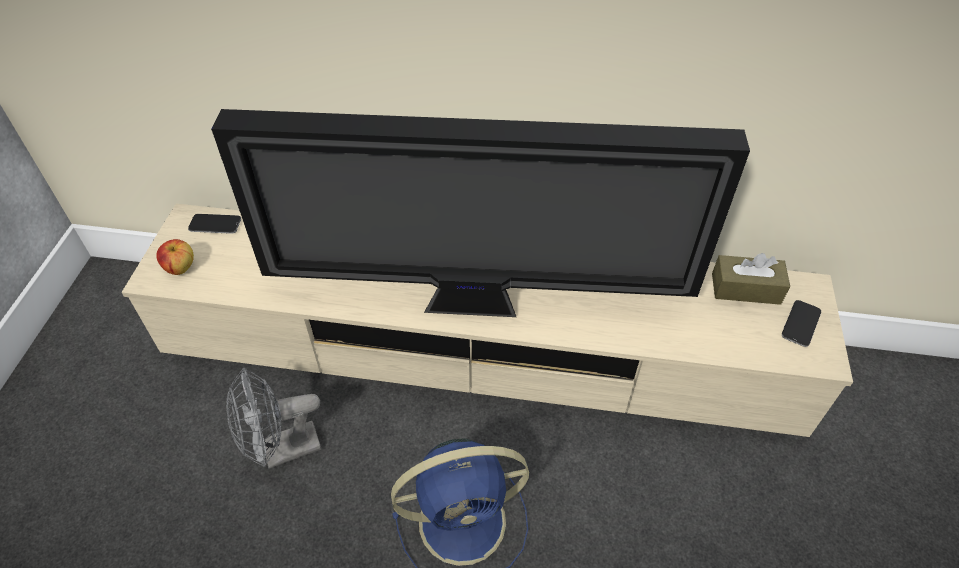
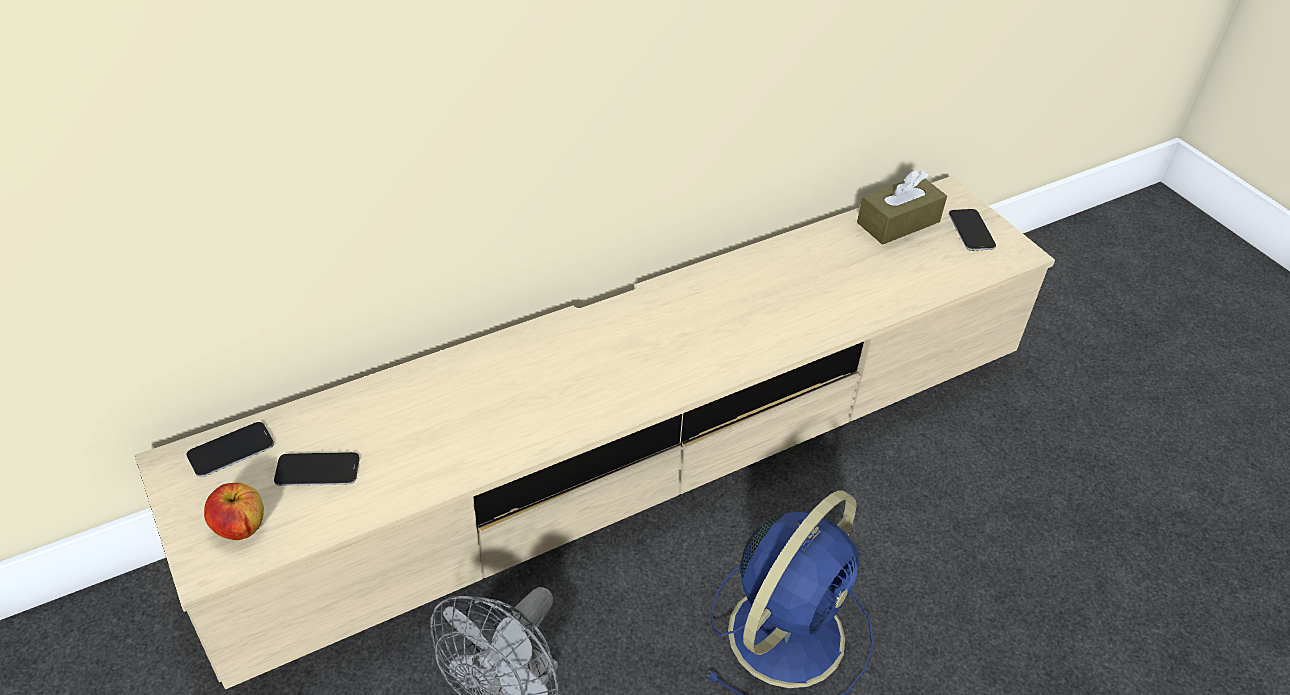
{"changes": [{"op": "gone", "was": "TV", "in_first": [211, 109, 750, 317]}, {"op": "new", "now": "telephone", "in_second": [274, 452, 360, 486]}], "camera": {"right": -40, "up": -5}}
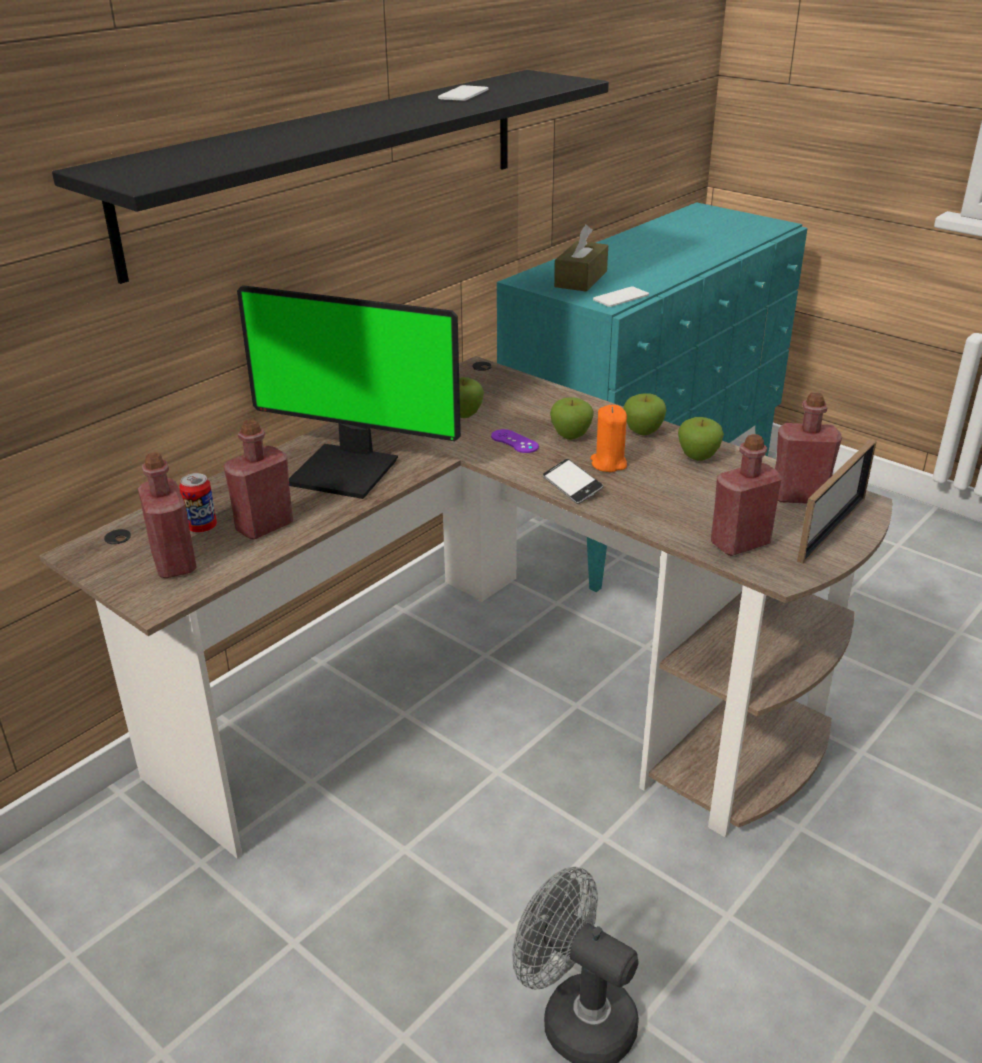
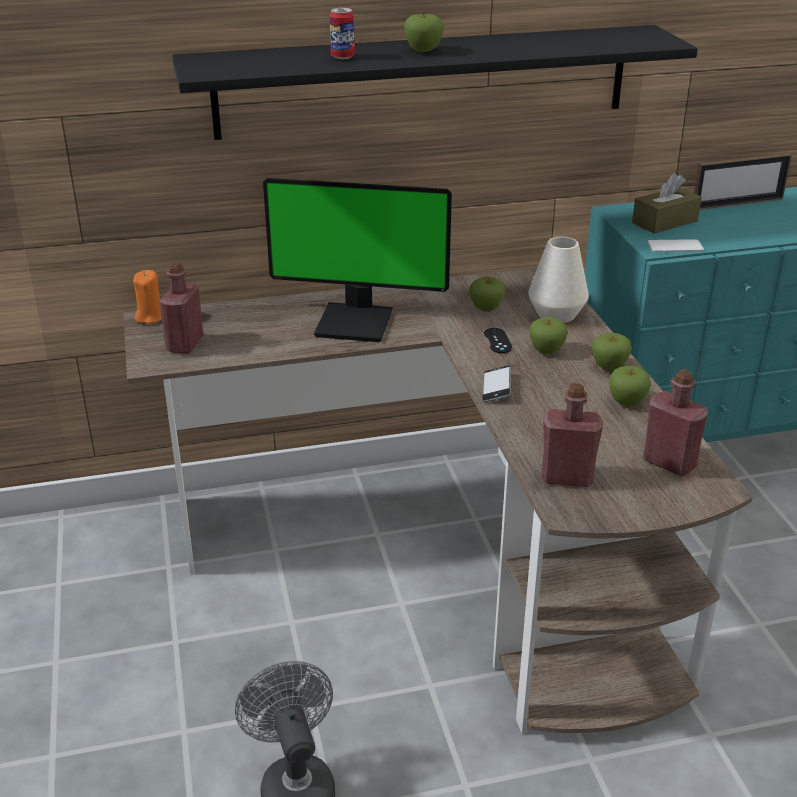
{"changes": [{"op": "gone", "was": "telephone", "in_first": [438, 85, 488, 101]}, {"op": "rotated", "was": "computer display", "in_first": [237, 285, 461, 499], "in_second": [263, 178, 452, 342], "clockwise": -45}, {"op": "shifted", "was": "orange-coloured candle", "in_first": [590, 405, 627, 472], "in_second": [133, 270, 162, 324]}, {"op": "gone", "was": "red-coloured drink bottle", "in_first": [224, 419, 293, 540]}, {"op": "repainted", "was": "purplish gamepad", "now": "black-coloured gamepad", "in_first": [491, 429, 539, 453], "in_second": [484, 328, 512, 353]}, {"op": "shifted", "was": "picture frame", "in_first": [797, 439, 877, 564], "in_second": [694, 153, 792, 210]}, {"op": "shifted", "was": "metal can", "in_first": [179, 473, 217, 533], "in_second": [329, 8, 355, 59]}, {"op": "new", "now": "whole apple", "in_second": [404, 13, 444, 52]}, {"op": "new", "now": "whitish vase", "in_second": [528, 236, 589, 323]}], "camera": {"right": 35, "up": 0}}
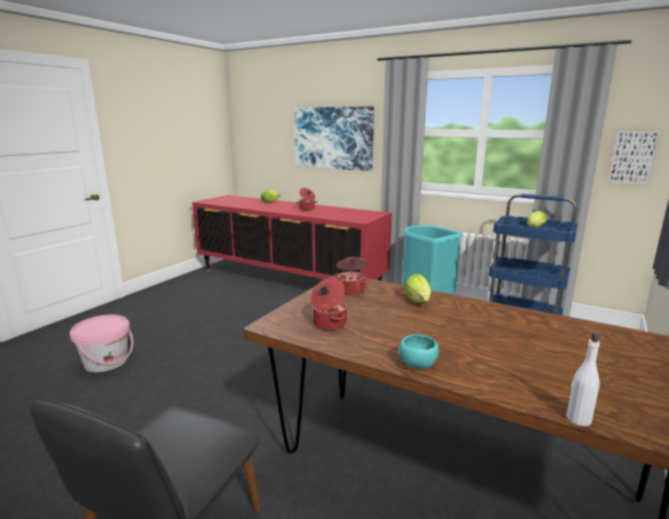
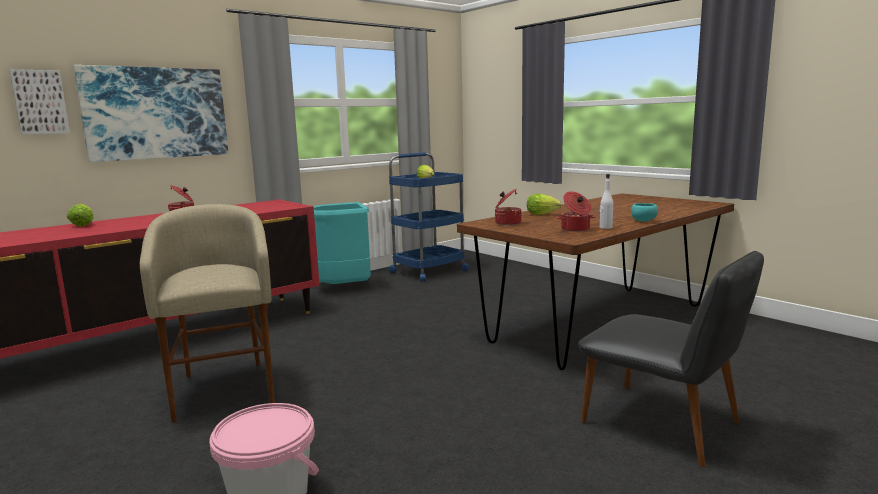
{"changes": [{"op": "shifted", "was": "wall picture", "in_first": [609, 131, 660, 184], "in_second": [9, 69, 70, 135]}, {"op": "shifted", "was": "whitish drink bottle", "in_first": [567, 332, 600, 426], "in_second": [600, 174, 613, 229]}, {"op": "new", "now": "beige-coloured stool seat", "in_second": [140, 204, 275, 423]}], "camera": {"right": -70, "up": -5}}
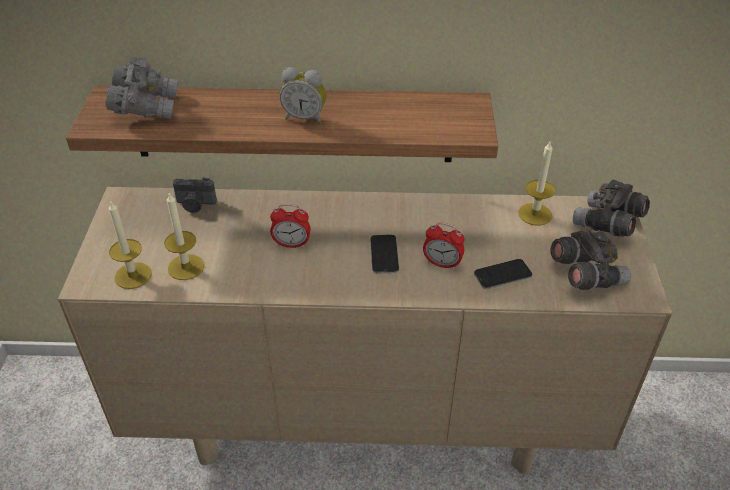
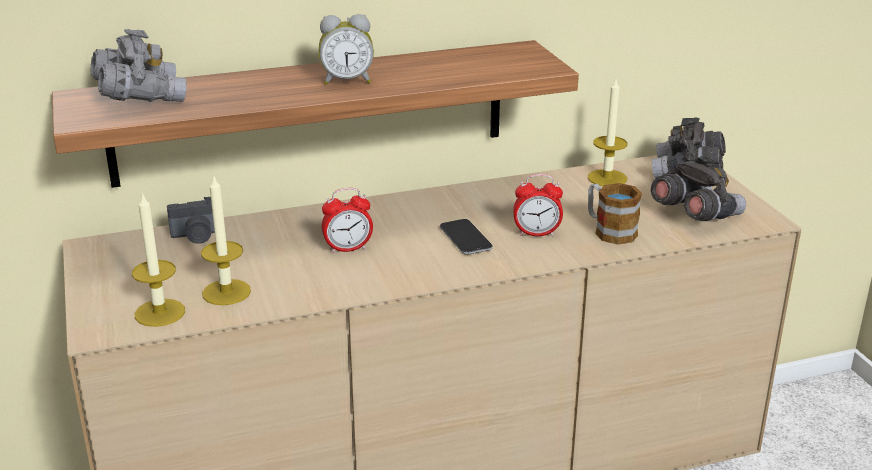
{"changes": [{"op": "swapped", "was": "telephone", "now": "coffee mug", "in_first": [474, 259, 532, 289], "in_second": [588, 183, 642, 245]}], "camera": {"right": -20, "up": -15}}
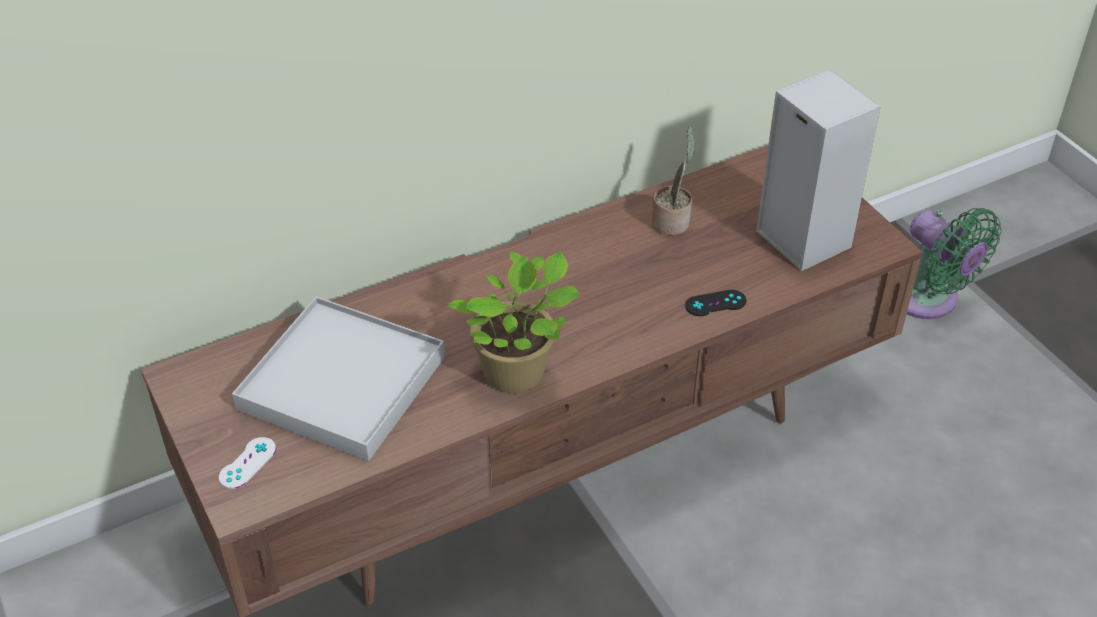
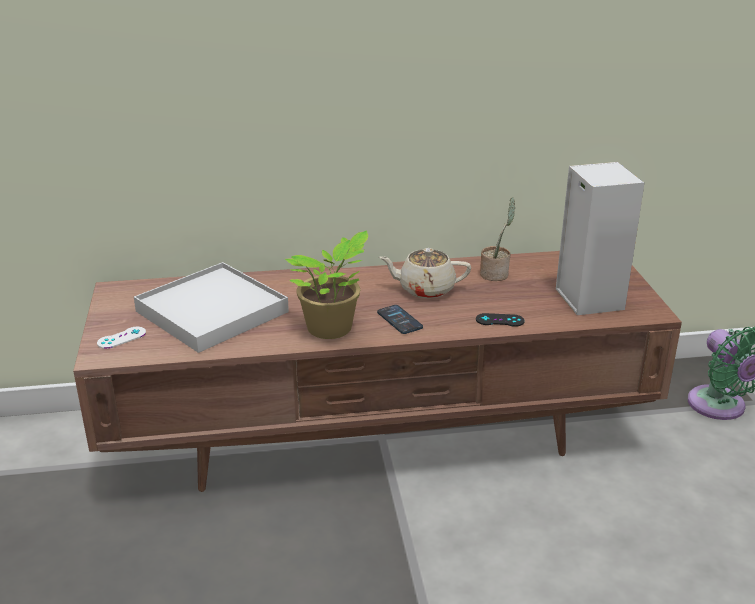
{"changes": [{"op": "new", "now": "beige-coloured teapot", "in_second": [379, 248, 471, 299]}, {"op": "new", "now": "telephone", "in_second": [377, 305, 423, 334]}], "camera": {"right": 20, "up": -15}}
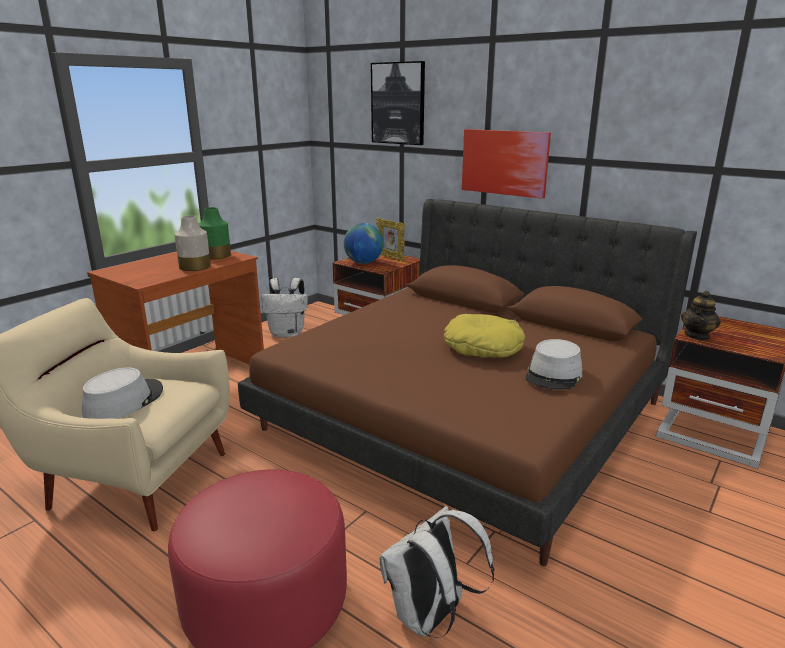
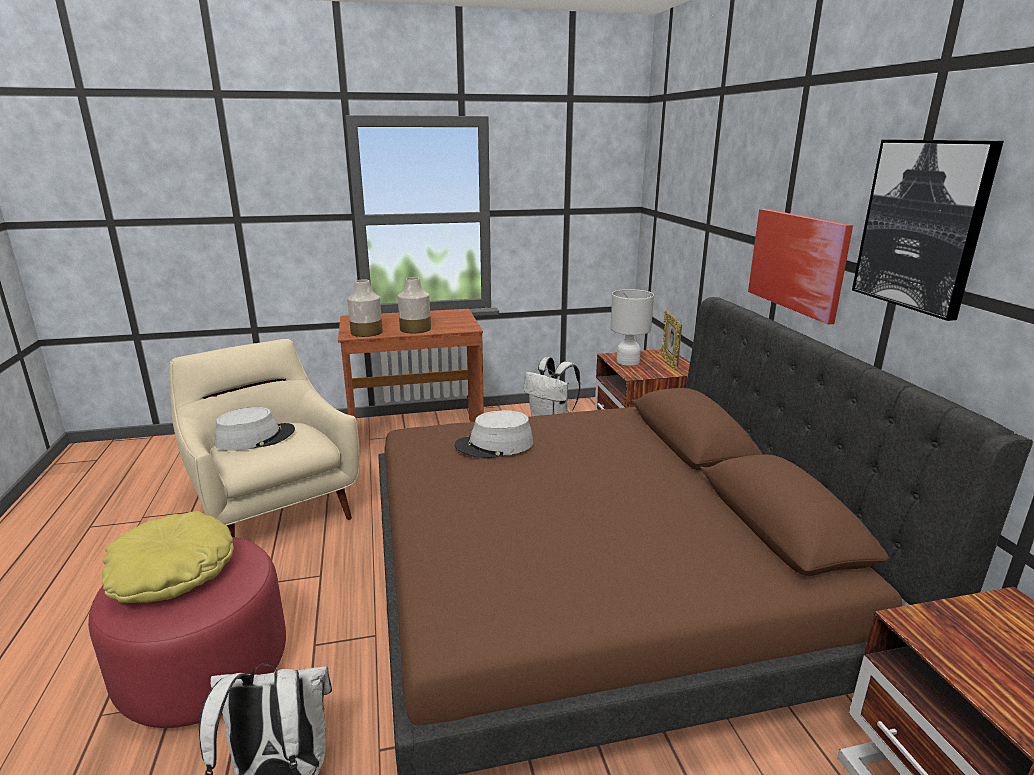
{"changes": [{"op": "shifted", "was": "wall picture", "in_first": [371, 61, 425, 145], "in_second": [852, 140, 1004, 321]}, {"op": "gone", "was": "greenish vase", "in_first": [199, 207, 231, 259]}, {"op": "swapped", "was": "world globe", "now": "gray lamp for a table", "in_first": [344, 223, 384, 264], "in_second": [610, 289, 654, 366]}, {"op": "gone", "was": "teapot", "in_first": [681, 291, 721, 341]}, {"op": "shifted", "was": "yellowish throw pillow", "in_first": [444, 314, 525, 358], "in_second": [102, 511, 234, 603]}, {"op": "shifted", "was": "gray hat", "in_first": [525, 339, 582, 389], "in_second": [454, 410, 533, 459]}, {"op": "new", "now": "beige-coloured vase", "in_second": [347, 280, 383, 337]}], "camera": {"right": 40, "up": 0}}
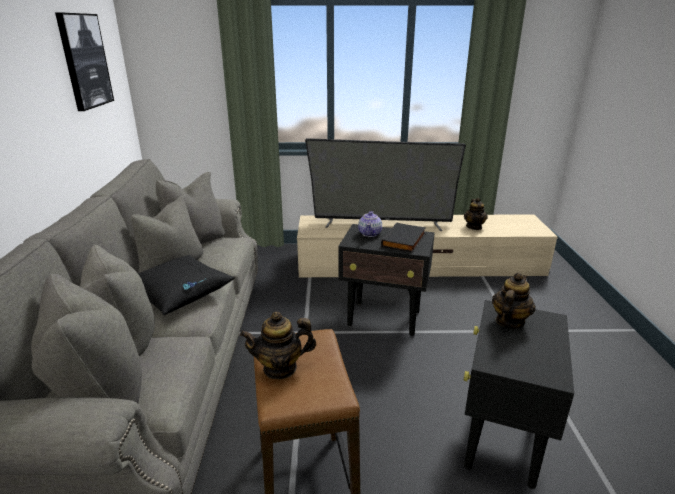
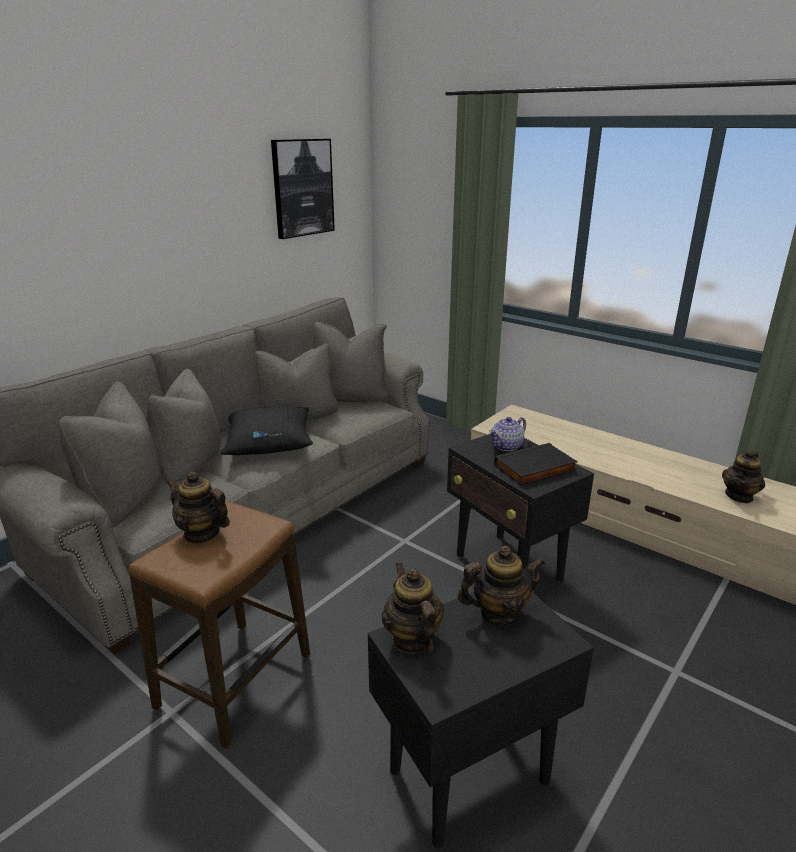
{"changes": [{"op": "gone", "was": "TV", "in_first": [305, 138, 466, 231]}, {"op": "new", "now": "teapot", "in_second": [382, 562, 444, 654]}], "camera": {"right": 40, "up": 0}}
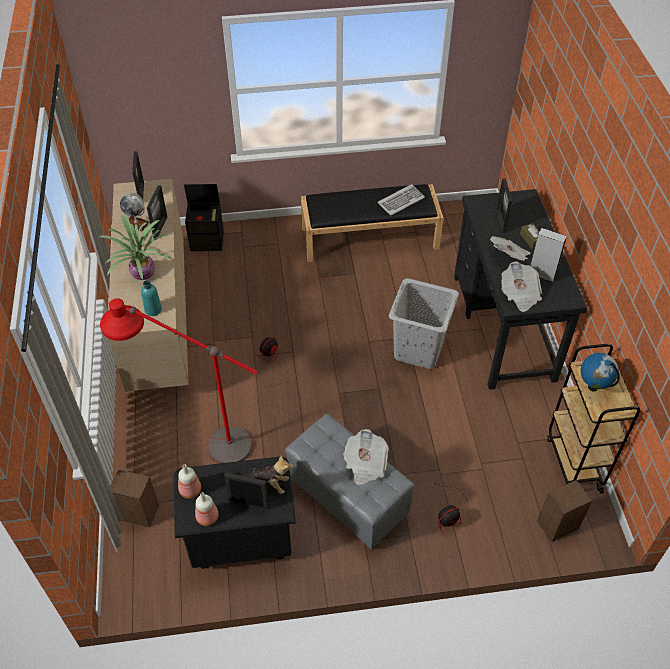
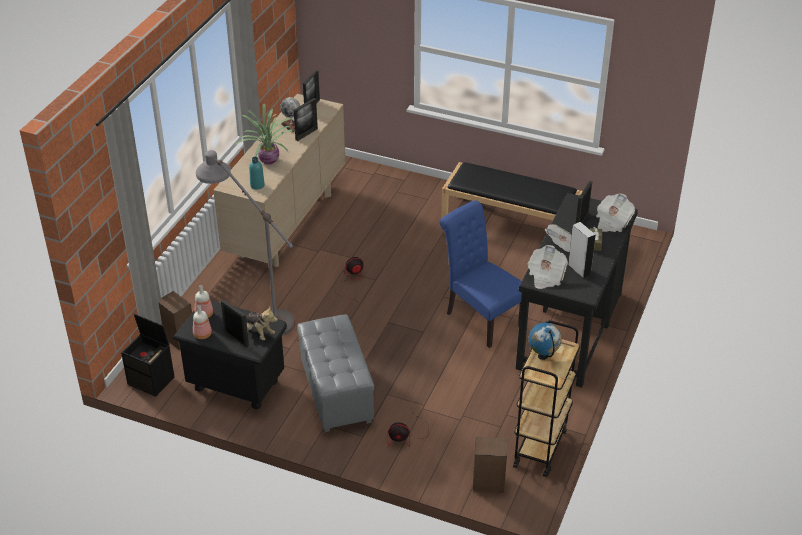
{"changes": [{"op": "shifted", "was": "black-coloured storage bin", "in_first": [184, 184, 224, 251], "in_second": [121, 314, 175, 397]}, {"op": "gone", "was": "computer keyboard", "in_first": [378, 184, 425, 216]}, {"op": "swapped", "was": "gray laundry basket", "now": "blue-coloured chair", "in_first": [389, 278, 459, 369], "in_second": [439, 200, 522, 348]}, {"op": "repainted", "was": "red-coloured floor lamp", "now": "gray floor lamp", "in_first": [100, 298, 258, 464], "in_second": [196, 150, 296, 336]}, {"op": "shifted", "was": "printed paper", "in_first": [343, 429, 389, 485], "in_second": [596, 193, 635, 232]}], "camera": {"right": 30, "up": -10}}
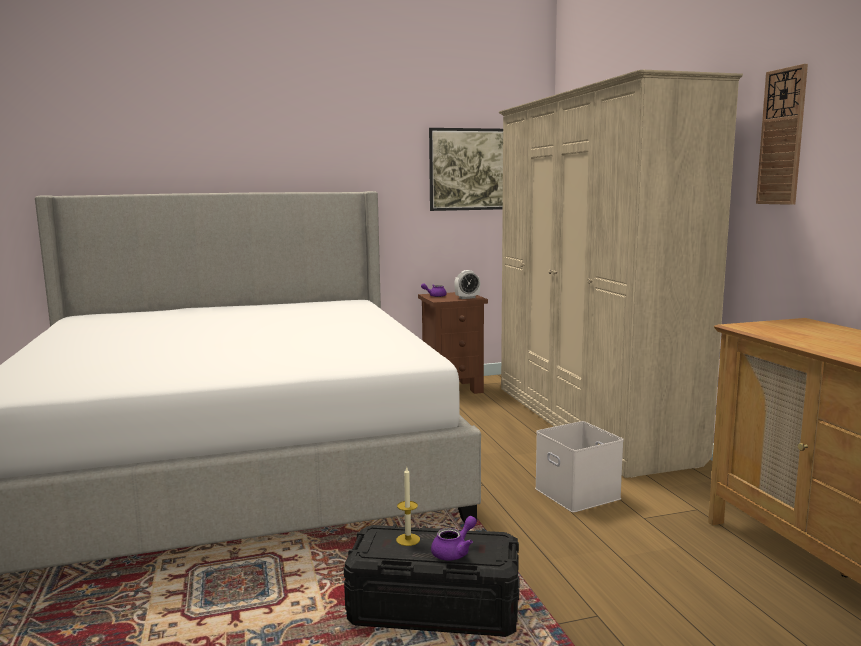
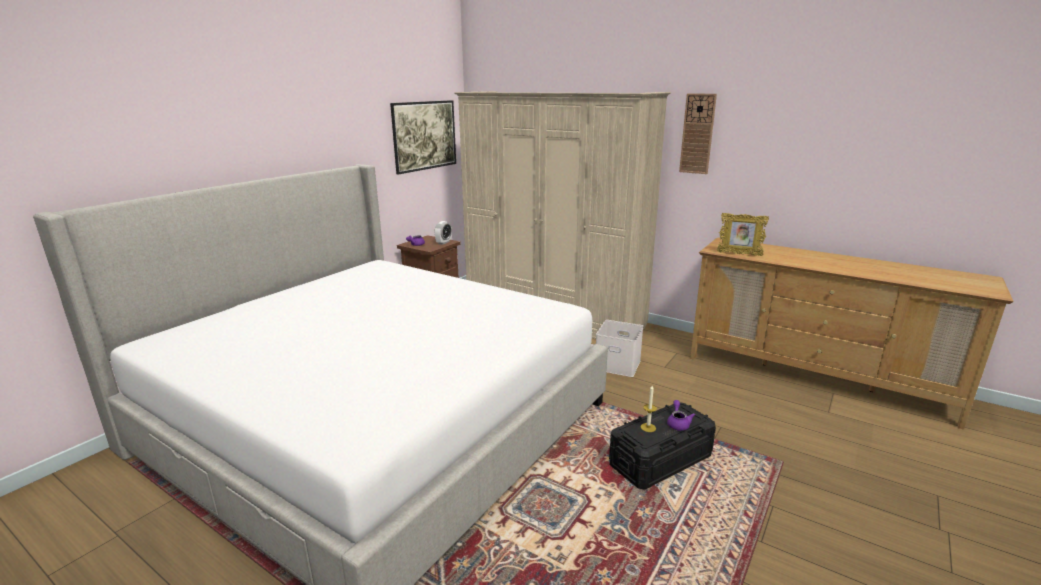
{"changes": [{"op": "new", "now": "picture frame", "in_second": [717, 213, 769, 256]}], "camera": {"right": -40, "up": 10}}
